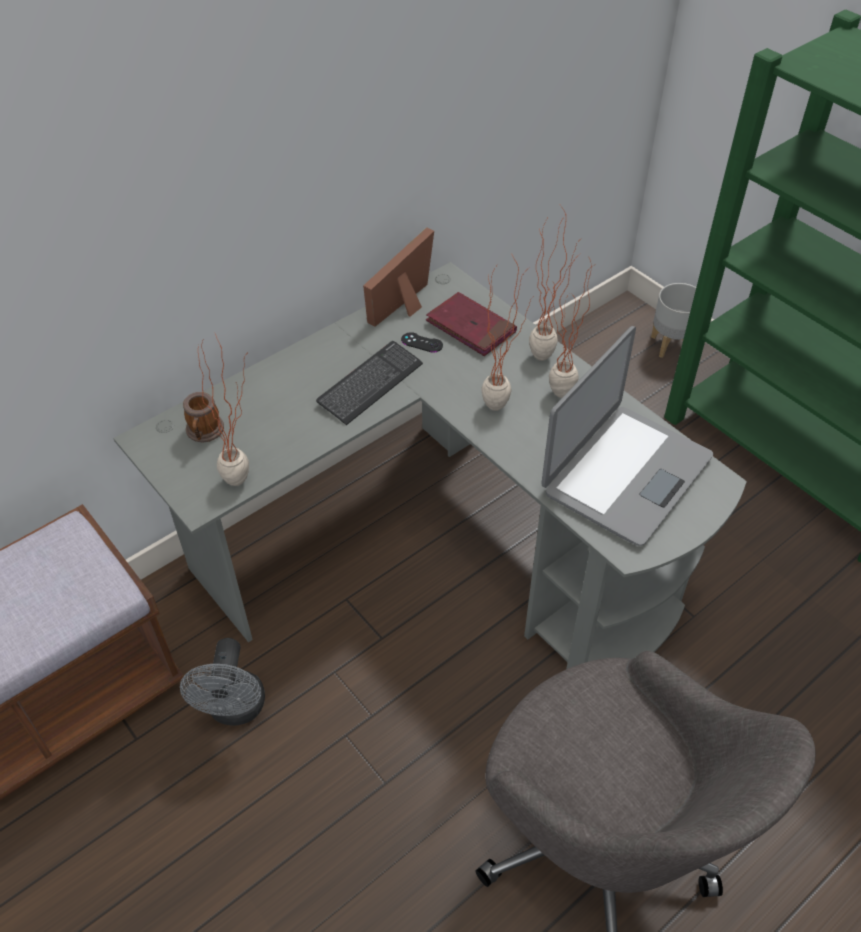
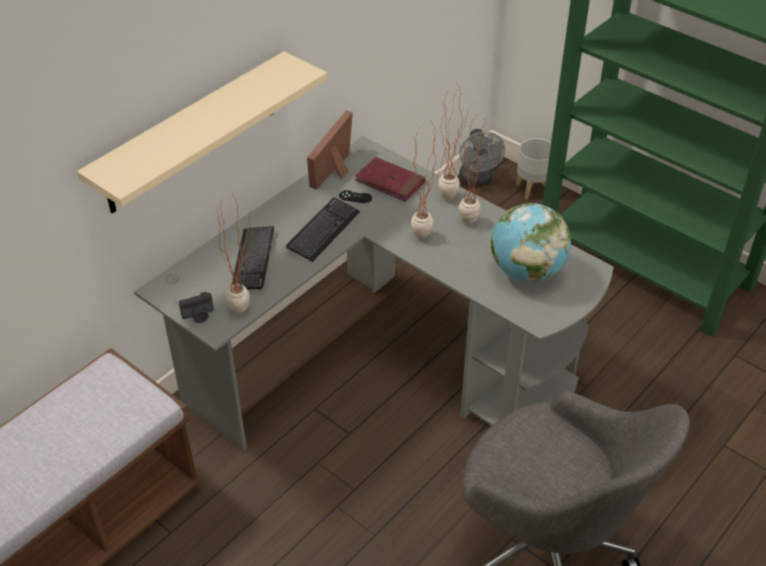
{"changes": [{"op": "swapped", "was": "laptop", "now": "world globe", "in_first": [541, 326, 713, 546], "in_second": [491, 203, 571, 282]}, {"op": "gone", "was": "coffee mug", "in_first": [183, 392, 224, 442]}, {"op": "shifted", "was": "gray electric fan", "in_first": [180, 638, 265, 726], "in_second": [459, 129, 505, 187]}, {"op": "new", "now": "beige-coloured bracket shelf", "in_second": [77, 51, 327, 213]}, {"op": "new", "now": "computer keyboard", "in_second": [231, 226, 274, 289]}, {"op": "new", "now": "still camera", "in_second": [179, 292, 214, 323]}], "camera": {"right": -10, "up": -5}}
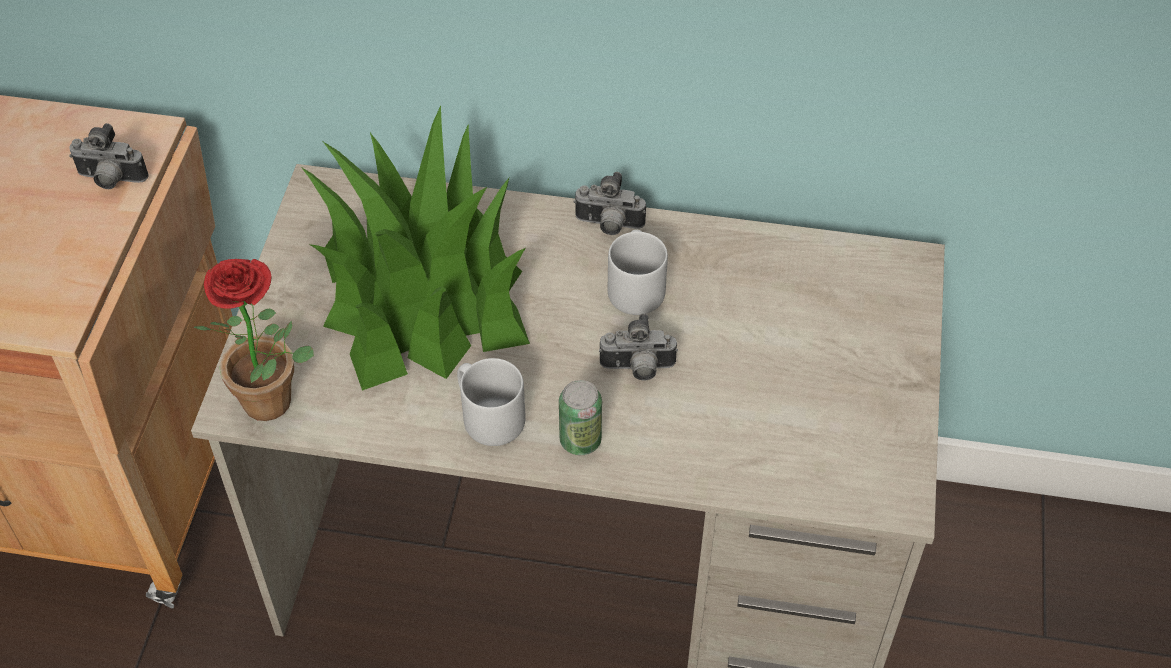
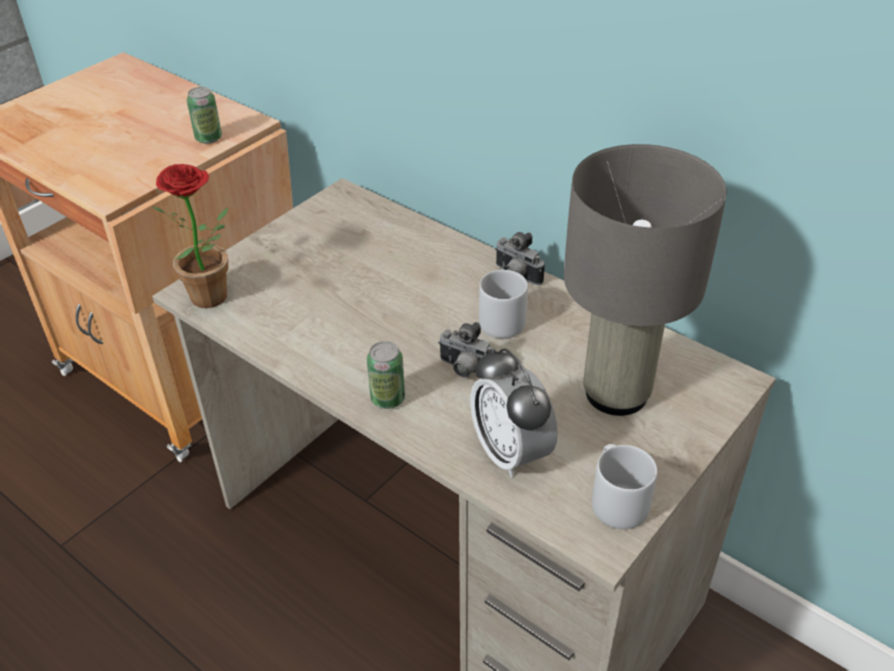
{"changes": [{"op": "gone", "was": "potted plant", "in_first": [301, 105, 530, 391]}, {"op": "swapped", "was": "still camera", "now": "metal can", "in_first": [69, 123, 149, 189], "in_second": [187, 87, 222, 144]}, {"op": "shifted", "was": "gray coffee mug", "in_first": [457, 358, 526, 446], "in_second": [592, 444, 657, 529]}, {"op": "new", "now": "gray lamp for a table", "in_second": [564, 144, 727, 416]}, {"op": "new", "now": "table clock", "in_second": [470, 347, 558, 478]}], "camera": {"right": 30, "up": -10}}
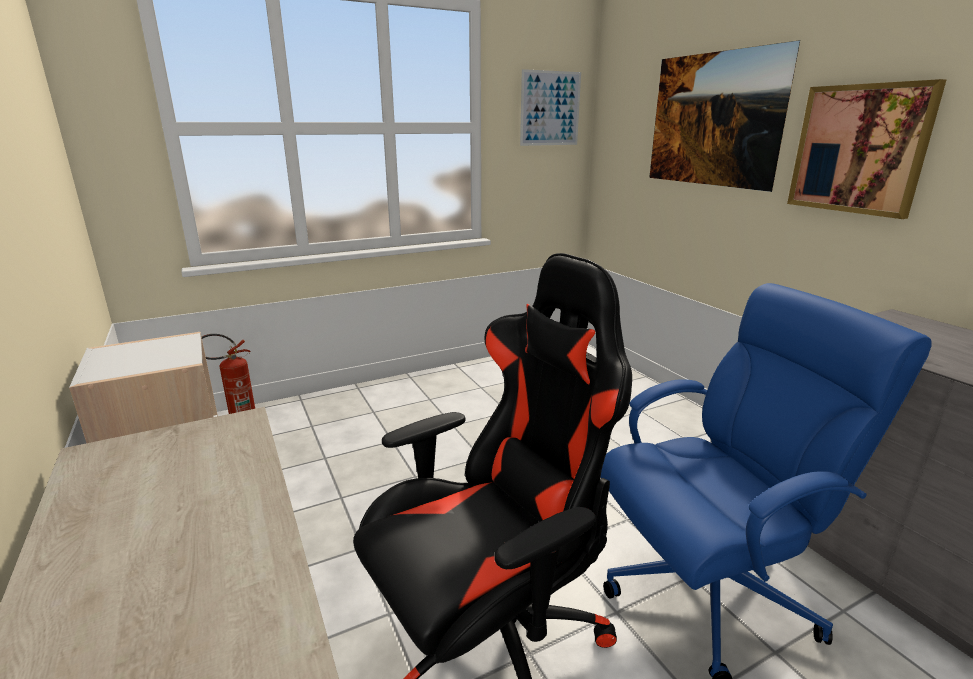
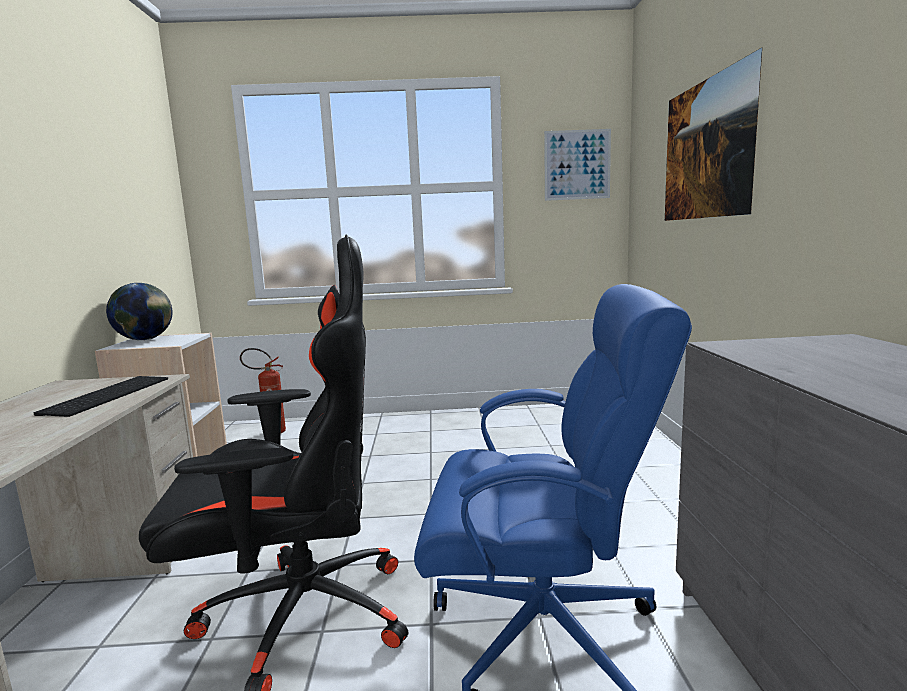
{"changes": [{"op": "gone", "was": "wall picture", "in_first": [787, 79, 946, 219]}, {"op": "new", "now": "world globe", "in_second": [106, 283, 173, 340]}, {"op": "new", "now": "computer keyboard", "in_second": [34, 376, 168, 417]}], "camera": {"right": 25, "up": -10}}
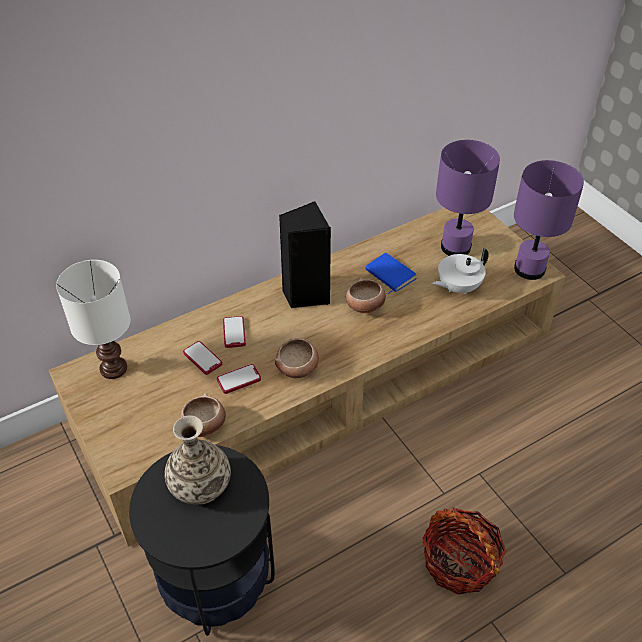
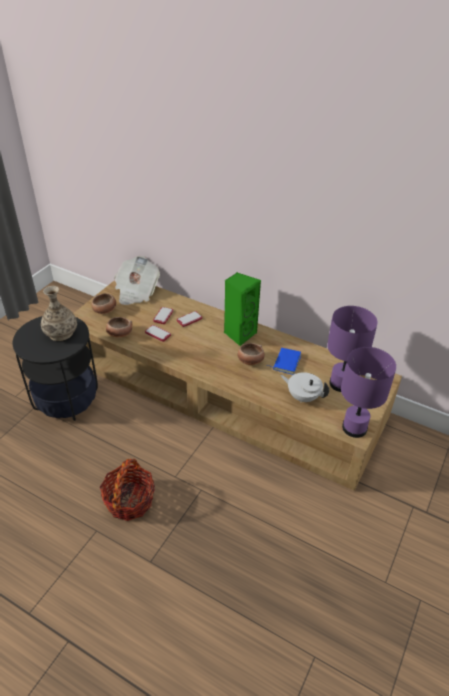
{"changes": [{"op": "repainted", "was": "black-coloured audio speaker", "now": "greenish audio speaker", "in_first": [279, 201, 331, 308], "in_second": [224, 273, 261, 346]}, {"op": "swapped", "was": "whitish lamp for a table", "now": "printed paper", "in_first": [56, 260, 131, 379], "in_second": [114, 256, 160, 305]}, {"op": "shifted", "was": "deep dish", "in_first": [275, 338, 319, 378], "in_second": [92, 293, 116, 314]}], "camera": {"right": 60, "up": -5}}
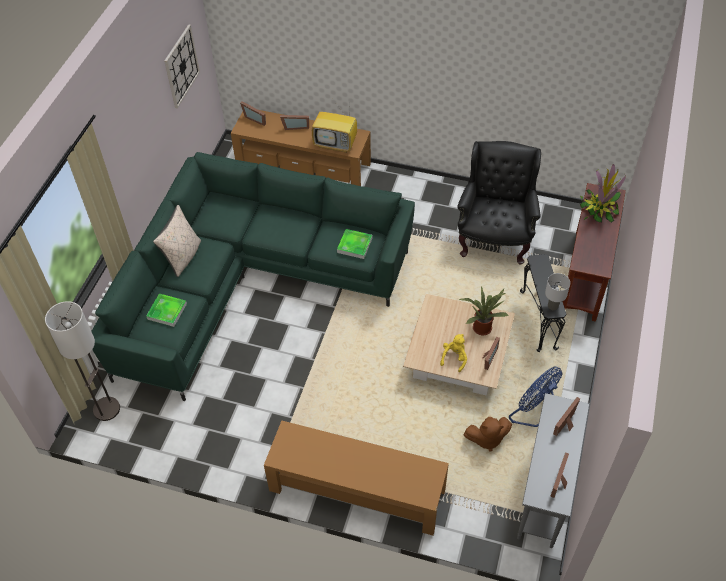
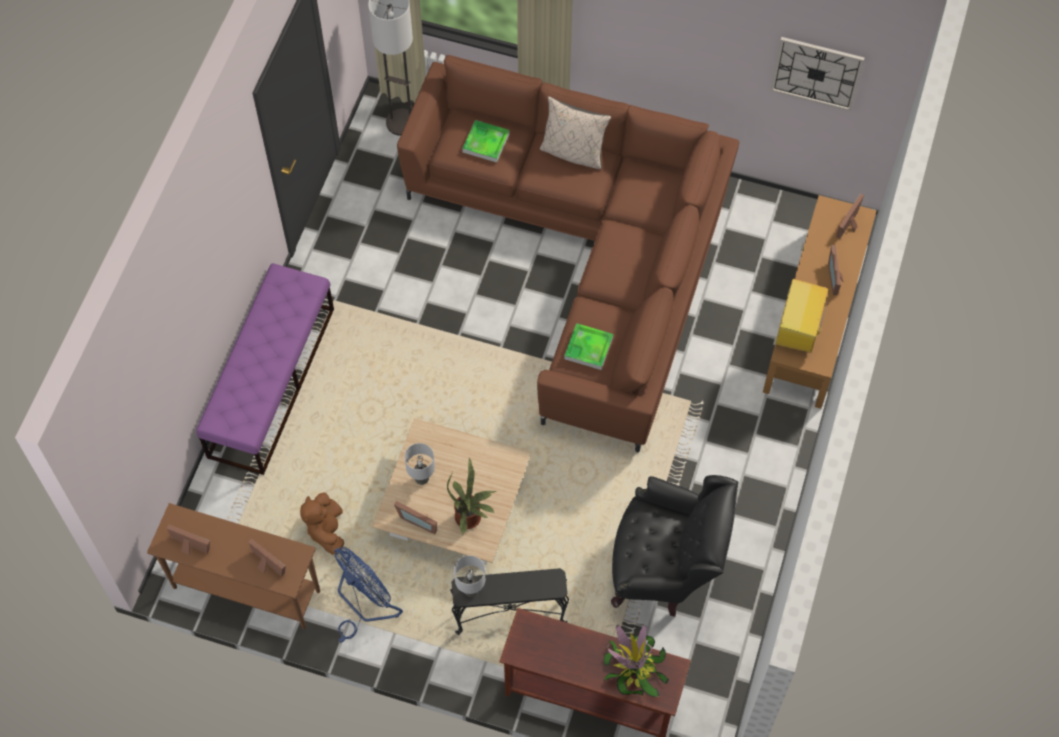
{"changes": [{"op": "repainted", "was": "greenish couch", "now": "brownish couch", "in_first": [91, 152, 415, 401], "in_second": [397, 55, 739, 452]}, {"op": "swapped", "was": "yellowish soft toy", "now": "whitish lamp for a table", "in_first": [440, 334, 467, 372], "in_second": [404, 443, 435, 485]}, {"op": "repainted", "was": "gray console table", "now": "brownish console table", "in_first": [517, 393, 589, 548], "in_second": [147, 503, 320, 629]}, {"op": "swapped", "was": "brownish media console", "now": "purplish long seat", "in_first": [264, 420, 449, 535], "in_second": [196, 263, 334, 475]}], "camera": {"right": 90, "up": 10}}
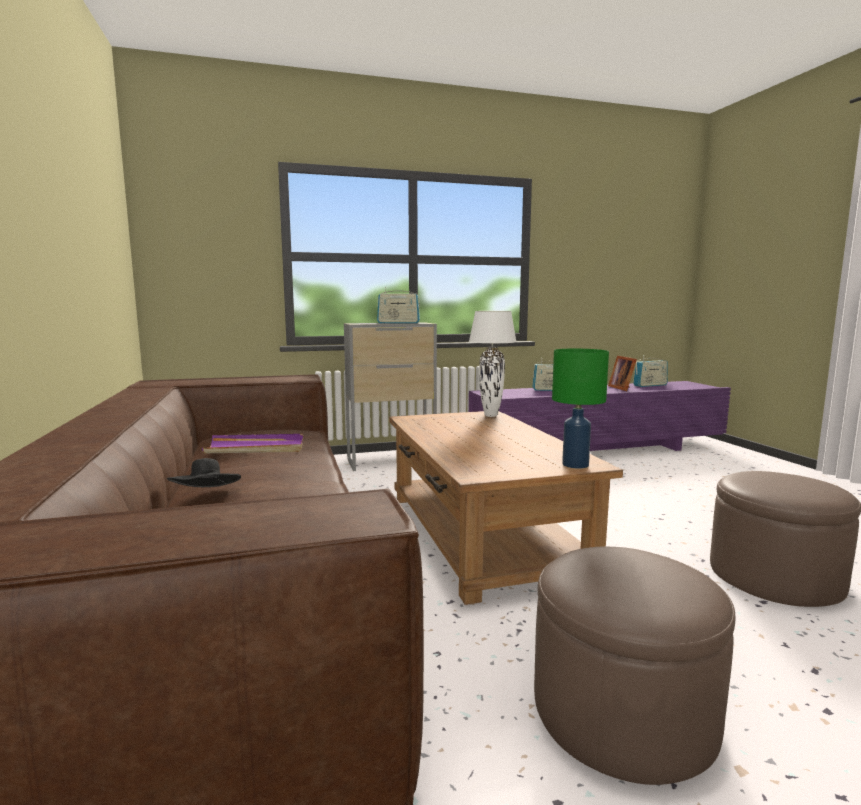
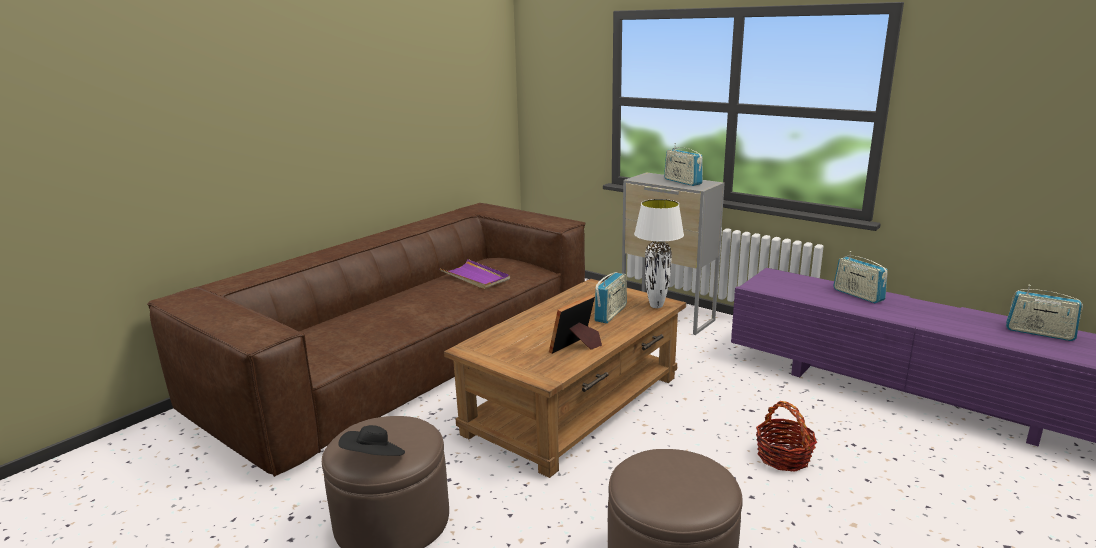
{"changes": [{"op": "gone", "was": "greenish lamp for a table", "in_first": [552, 349, 609, 469]}, {"op": "shifted", "was": "picture frame", "in_first": [608, 356, 637, 391], "in_second": [549, 295, 602, 354]}, {"op": "shifted", "was": "black-coloured hat", "in_first": [167, 458, 241, 487], "in_second": [338, 425, 405, 456]}, {"op": "new", "now": "radio", "in_second": [594, 272, 627, 323]}, {"op": "new", "now": "household basket", "in_second": [756, 401, 817, 472]}], "camera": {"right": 55, "up": 10}}
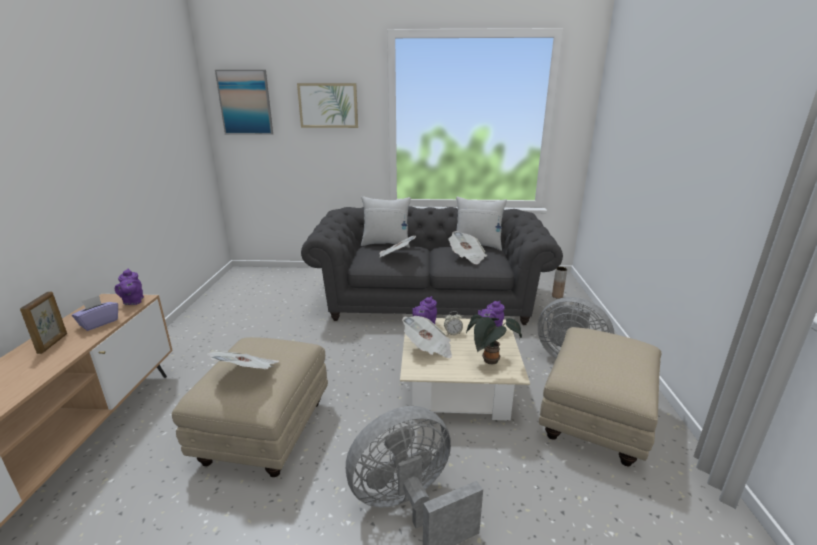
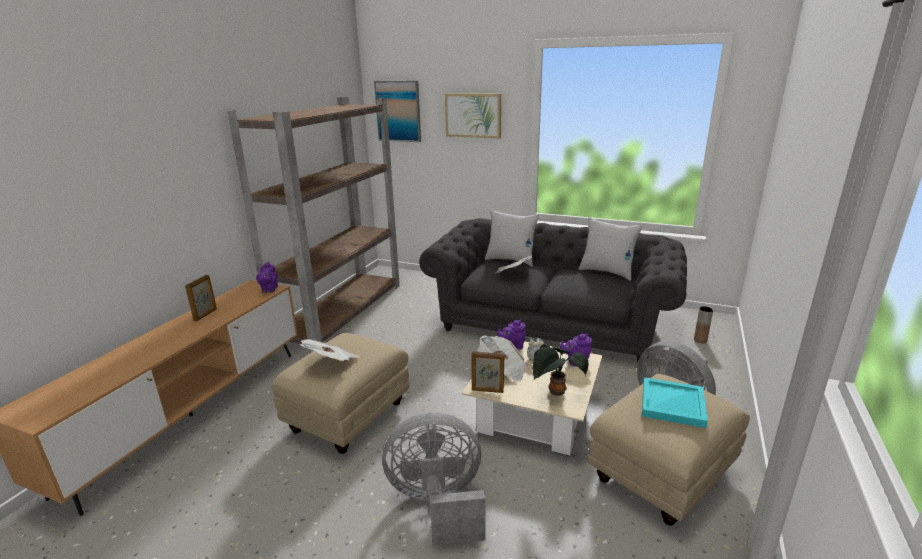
{"changes": [{"op": "gone", "was": "printed paper", "in_first": [448, 231, 487, 264]}, {"op": "gone", "was": "purplish tissue box", "in_first": [72, 296, 118, 331]}, {"op": "new", "now": "brownish bookshelf", "in_second": [227, 97, 400, 351]}, {"op": "new", "now": "picture frame", "in_second": [471, 351, 504, 393]}, {"op": "new", "now": "turquoise tray", "in_second": [642, 377, 708, 428]}], "camera": {"right": 20, "up": 0}}
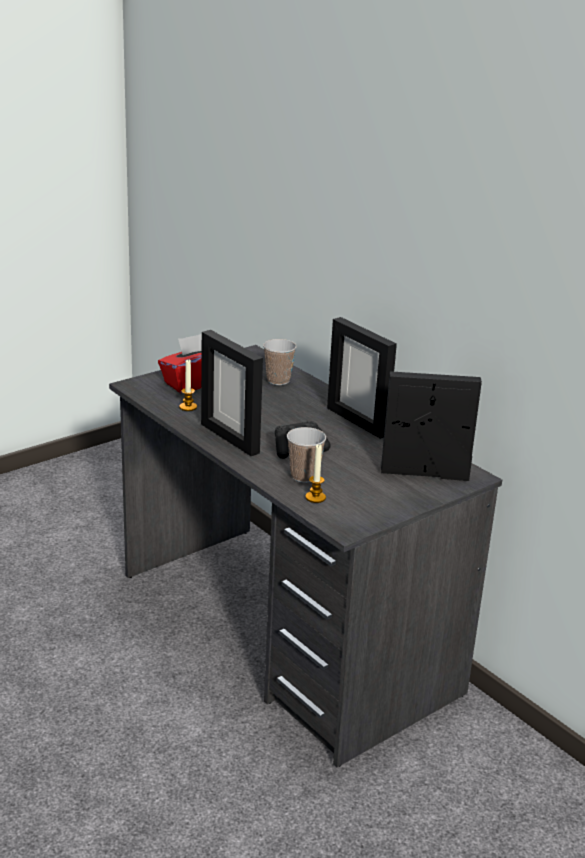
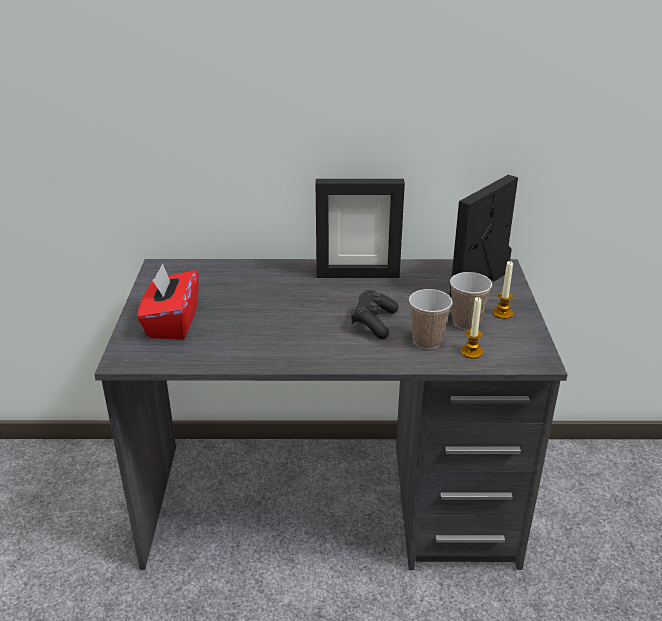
{"changes": [{"op": "gone", "was": "picture frame", "in_first": [201, 330, 263, 456]}, {"op": "shifted", "was": "drinking cup", "in_first": [263, 339, 297, 385], "in_second": [450, 272, 492, 330]}, {"op": "shifted", "was": "candle", "in_first": [179, 359, 197, 411], "in_second": [493, 261, 513, 319]}], "camera": {"right": -50, "up": 5}}
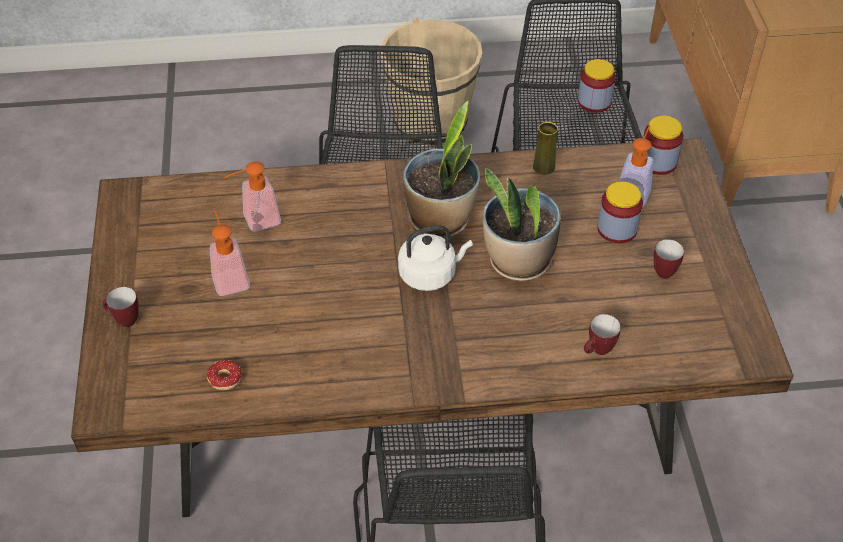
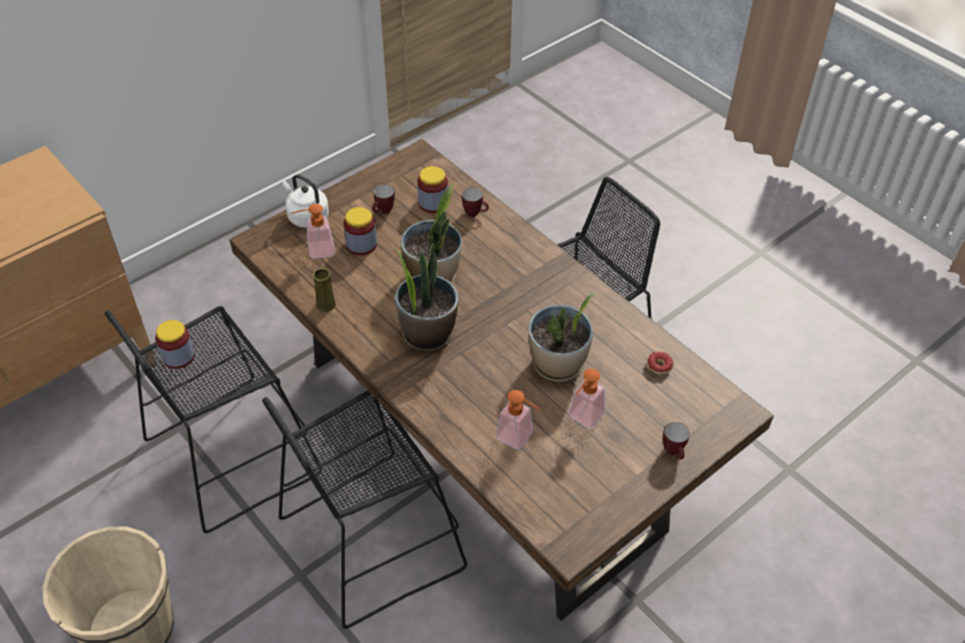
{"changes": [{"op": "shifted", "was": "storage jar", "in_first": [643, 115, 683, 175], "in_second": [417, 166, 448, 213]}, {"op": "shifted", "was": "whitish kettle", "in_first": [398, 225, 473, 291], "in_second": [283, 174, 329, 228]}, {"op": "new", "now": "potted plant", "in_second": [528, 294, 594, 382]}], "camera": {"right": -125, "up": 0}}
